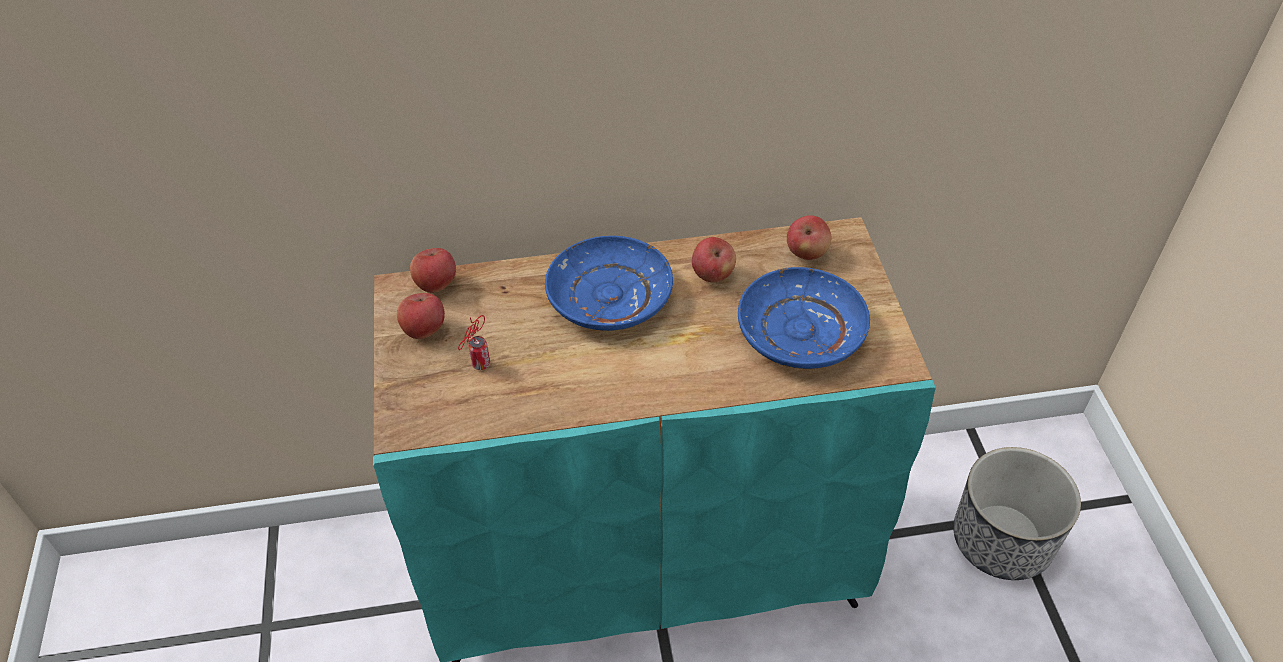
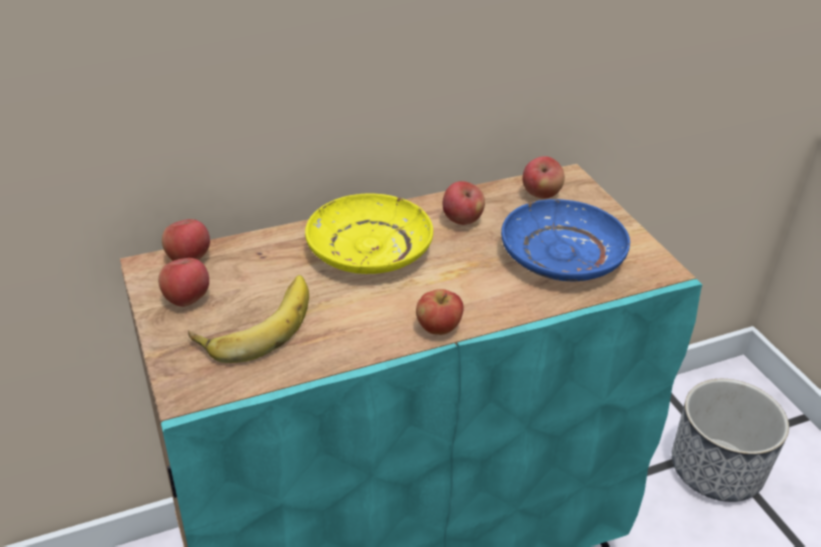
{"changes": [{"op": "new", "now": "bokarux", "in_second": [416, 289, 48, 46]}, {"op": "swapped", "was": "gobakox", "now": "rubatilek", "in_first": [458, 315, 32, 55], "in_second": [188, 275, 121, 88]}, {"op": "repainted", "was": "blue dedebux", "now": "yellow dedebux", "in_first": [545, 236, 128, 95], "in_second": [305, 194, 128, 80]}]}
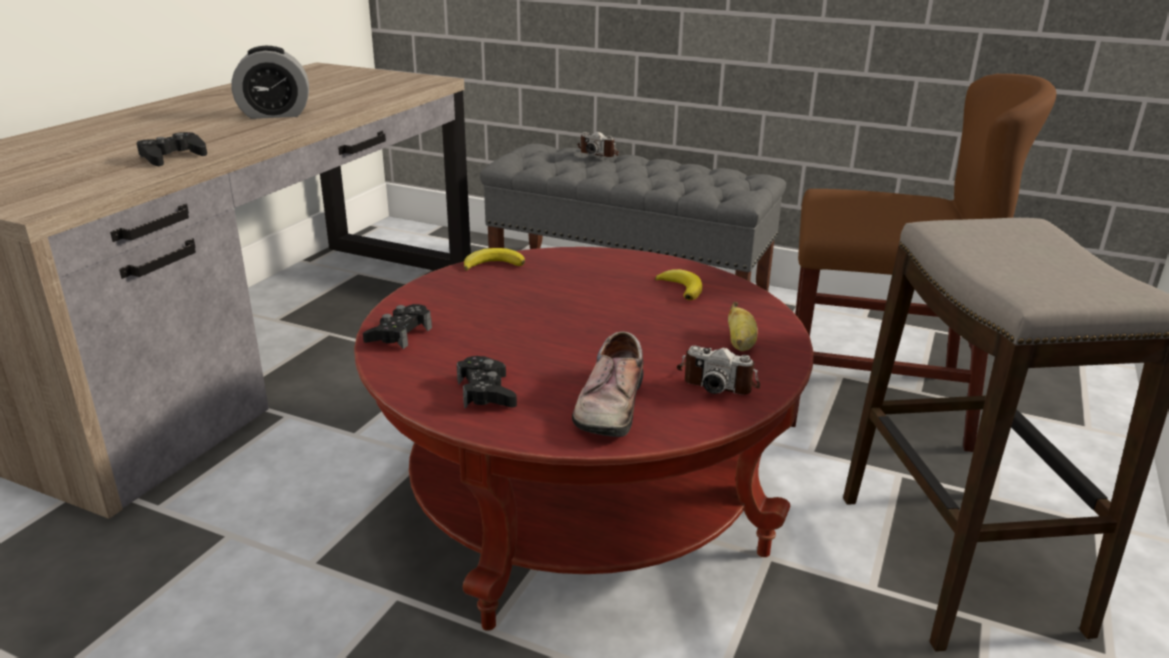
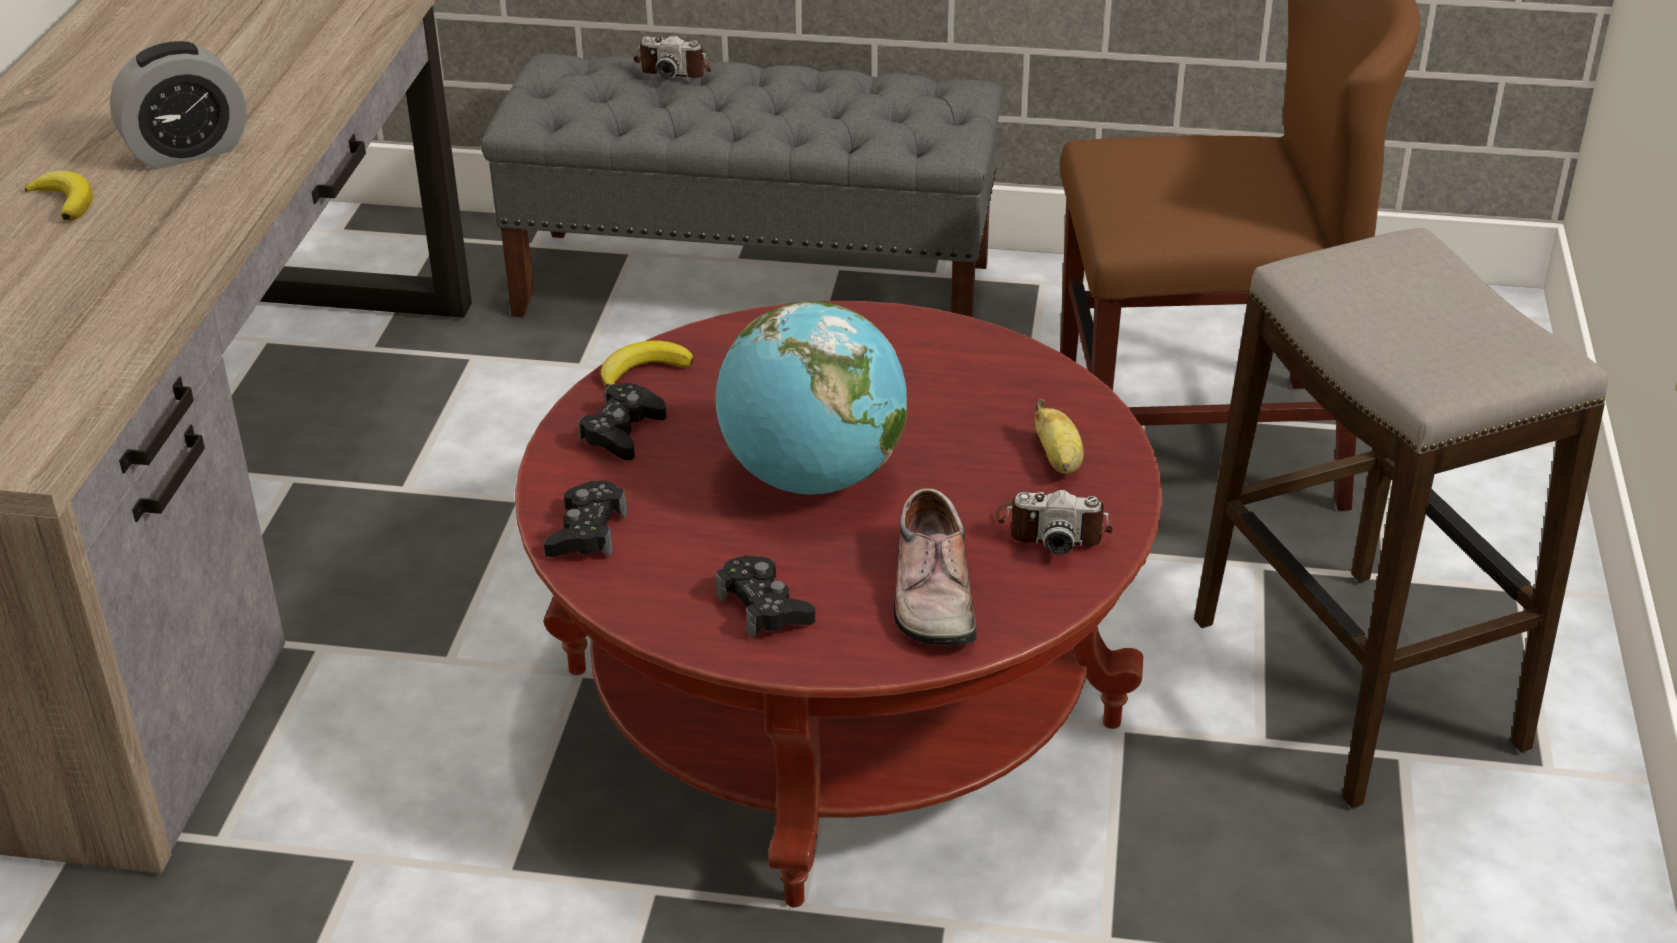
{"changes": [{"op": "new", "now": "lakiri", "in_second": [716, 301, 191, 193]}, {"op": "shifted", "was": "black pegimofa", "in_first": [136, 132, 71, 34], "in_second": [578, 383, 89, 77]}, {"op": "shifted", "was": "rubatilek", "in_first": [655, 269, 47, 31], "in_second": [25, 171, 68, 50]}]}
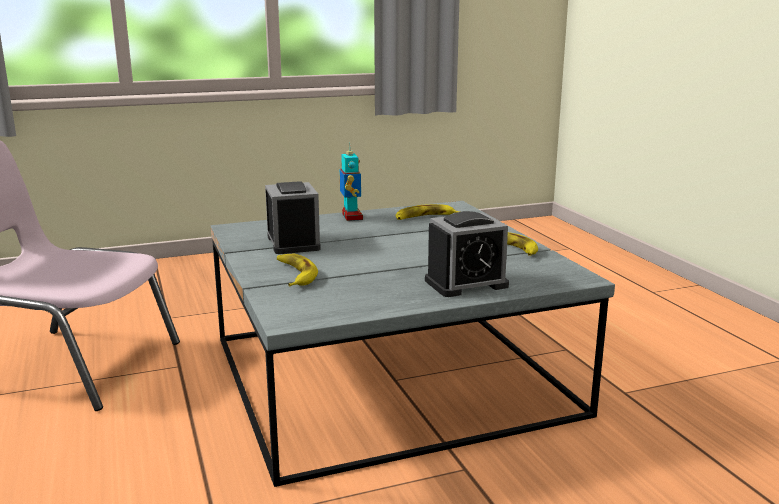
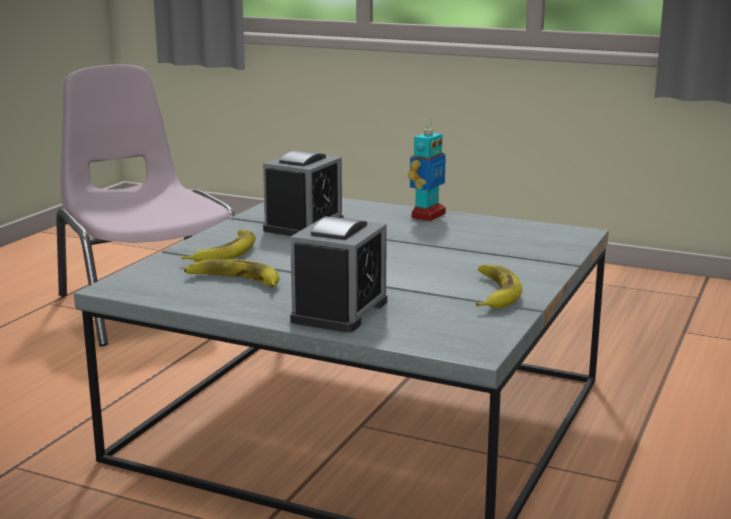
{"changes": [{"op": "shifted", "was": "rubatilek", "in_first": [396, 204, 63, 16], "in_second": [184, 259, 96, 29]}, {"op": "rotated", "was": "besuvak", "in_first": [425, 211, 84, 86], "in_second": [290, 216, 98, 116], "clockwise": -90}]}
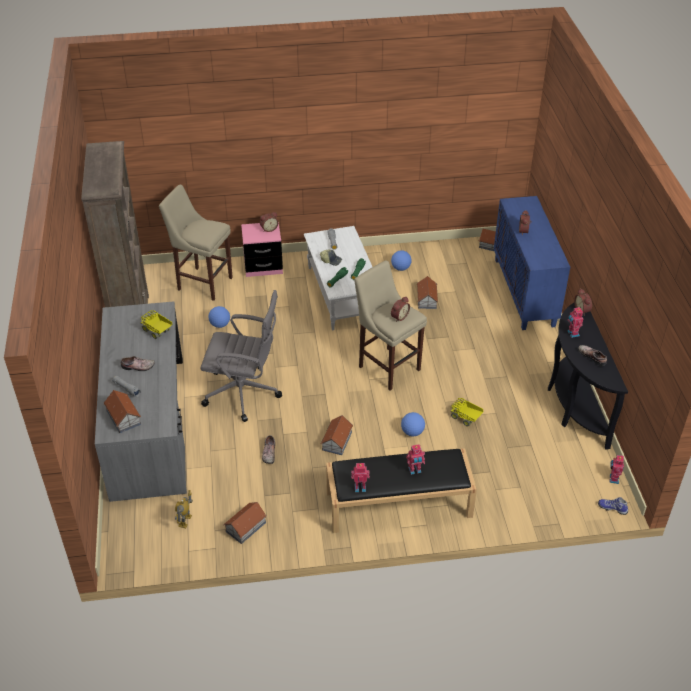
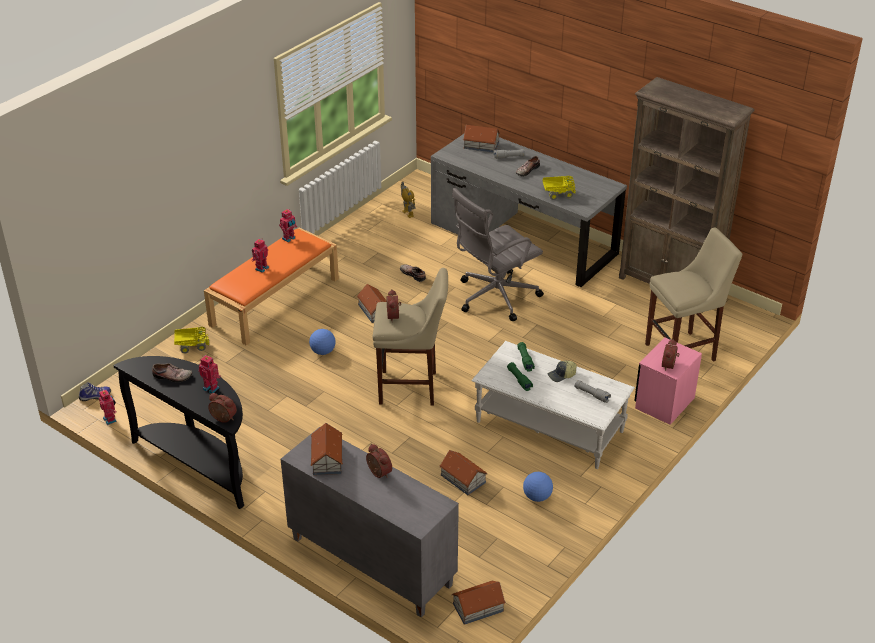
{"changes": [{"op": "gone", "was": "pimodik", "in_first": [208, 306, 22, 22]}, {"op": "shifted", "was": "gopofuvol", "in_first": [223, 502, 44, 42], "in_second": [310, 423, 33, 52]}, {"op": "shifted", "was": "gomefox", "in_first": [450, 398, 33, 29], "in_second": [174, 327, 35, 27]}, {"op": "repainted", "was": "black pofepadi", "now": "orange pofepadi", "in_first": [326, 448, 151, 85], "in_second": [204, 228, 135, 118]}, {"op": "repainted", "was": "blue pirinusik", "now": "grey pirinusik", "in_first": [494, 196, 76, 134], "in_second": [281, 427, 178, 190]}]}
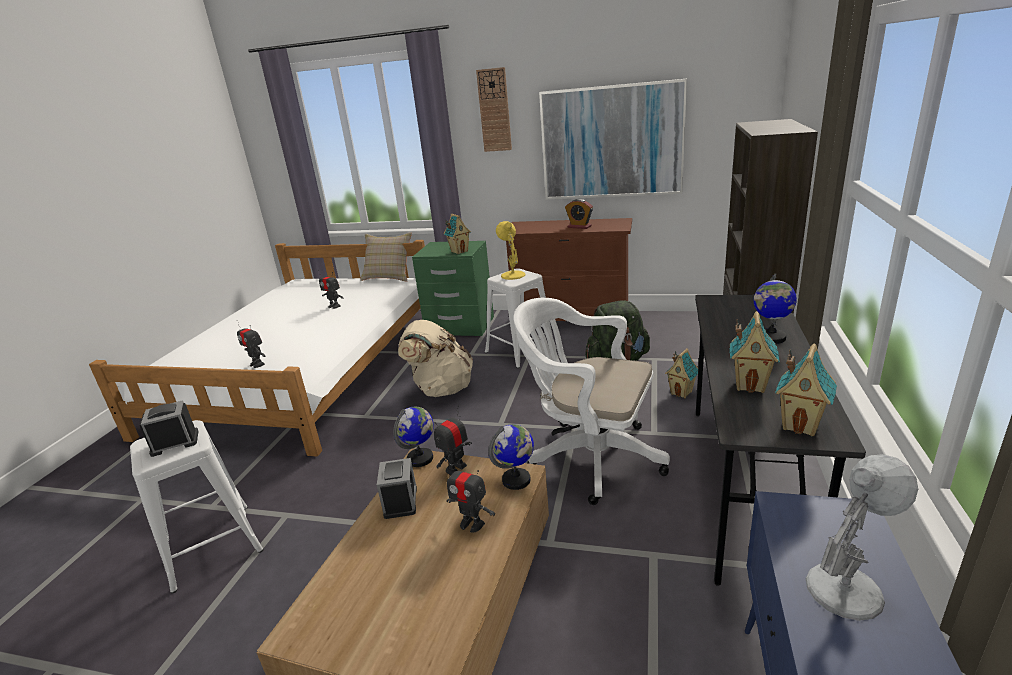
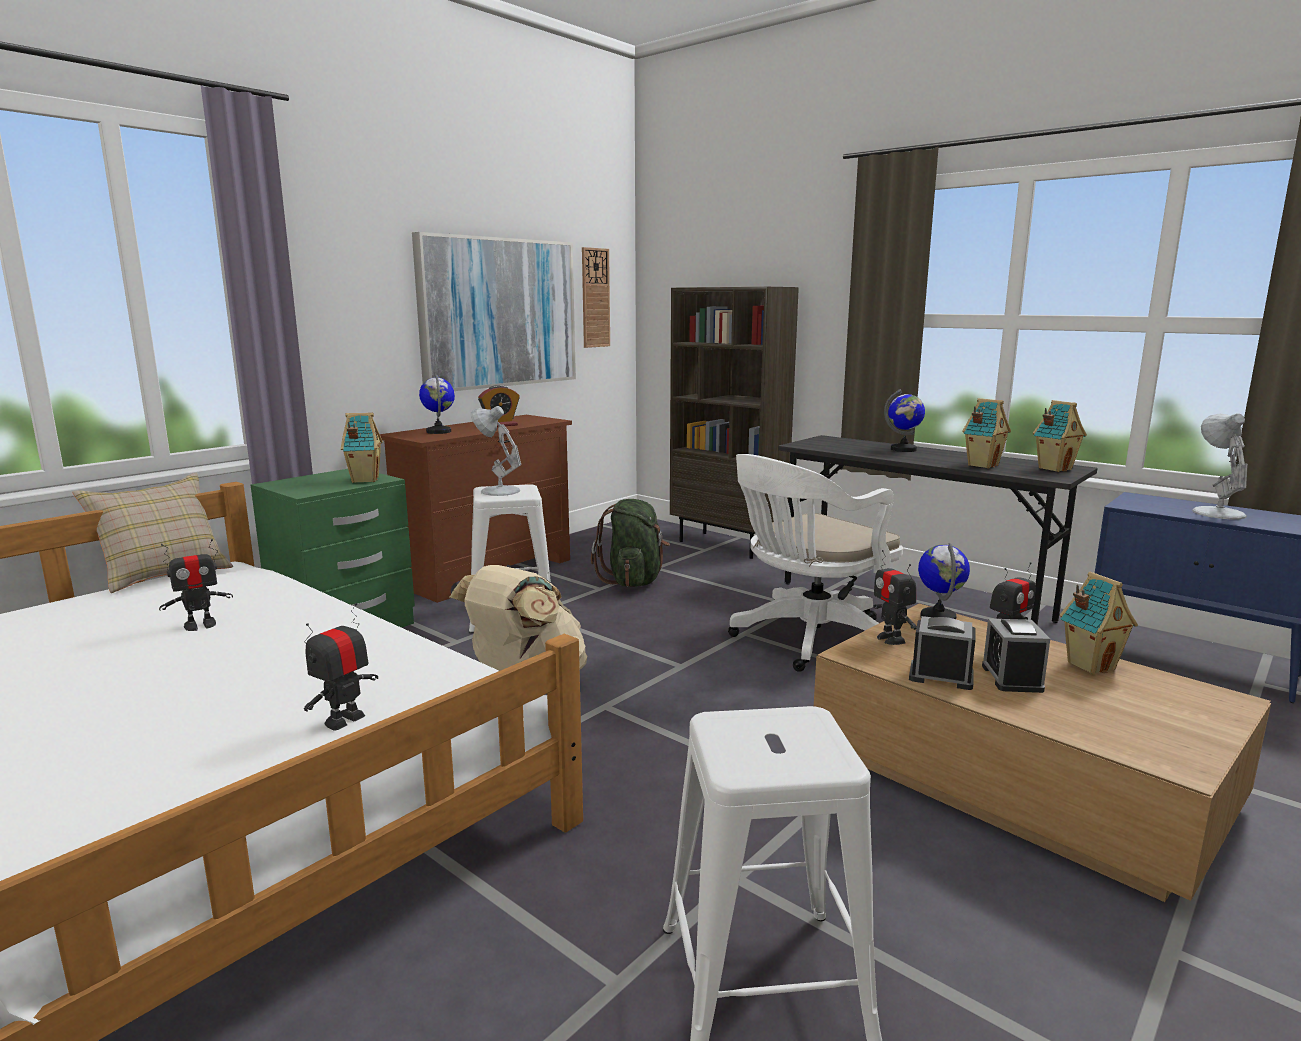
{"changes": [{"op": "shifted", "was": "besuvak", "in_first": [140, 400, 59, 57], "in_second": [982, 618, 68, 75]}, {"op": "shifted", "was": "lakiri", "in_first": [393, 407, 41, 60], "in_second": [419, 374, 36, 60]}, {"op": "shifted", "was": "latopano", "in_first": [476, 67, 36, 85], "in_second": [582, 247, 28, 101]}, {"op": "shifted", "was": "gopofuvol", "in_first": [665, 348, 33, 50], "in_second": [1059, 571, 79, 104]}, {"op": "repainted", "was": "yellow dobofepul", "now": "white dobofepul", "in_first": [496, 221, 29, 59], "in_second": [471, 406, 50, 90]}, {"op": "rotated", "was": "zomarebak", "in_first": [236, 320, 30, 48], "in_second": [304, 603, 74, 128], "clockwise": 150}]}
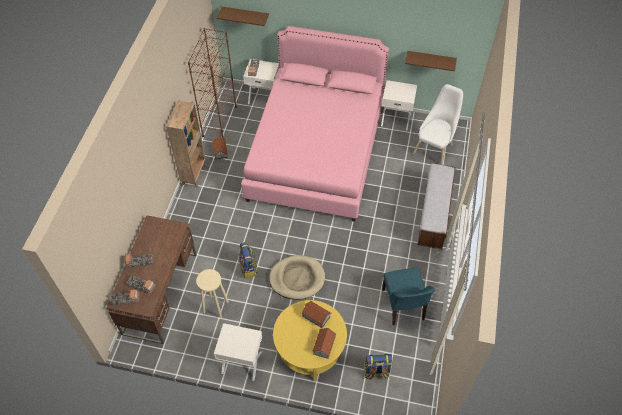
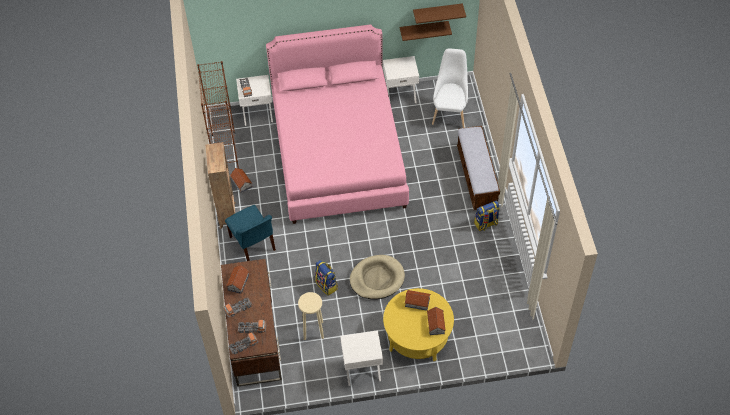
{"changes": [{"op": "new", "now": "gopofuvol", "in_second": [226, 265, 23, 29]}, {"op": "shifted", "was": "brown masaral", "in_first": [217, 7, 52, 19], "in_second": [413, 3, 53, 21]}, {"op": "shifted", "was": "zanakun", "in_first": [364, 354, 28, 26], "in_second": [474, 201, 26, 30]}, {"op": "shifted", "was": "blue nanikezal", "in_first": [382, 268, 53, 57], "in_second": [225, 205, 51, 56]}]}
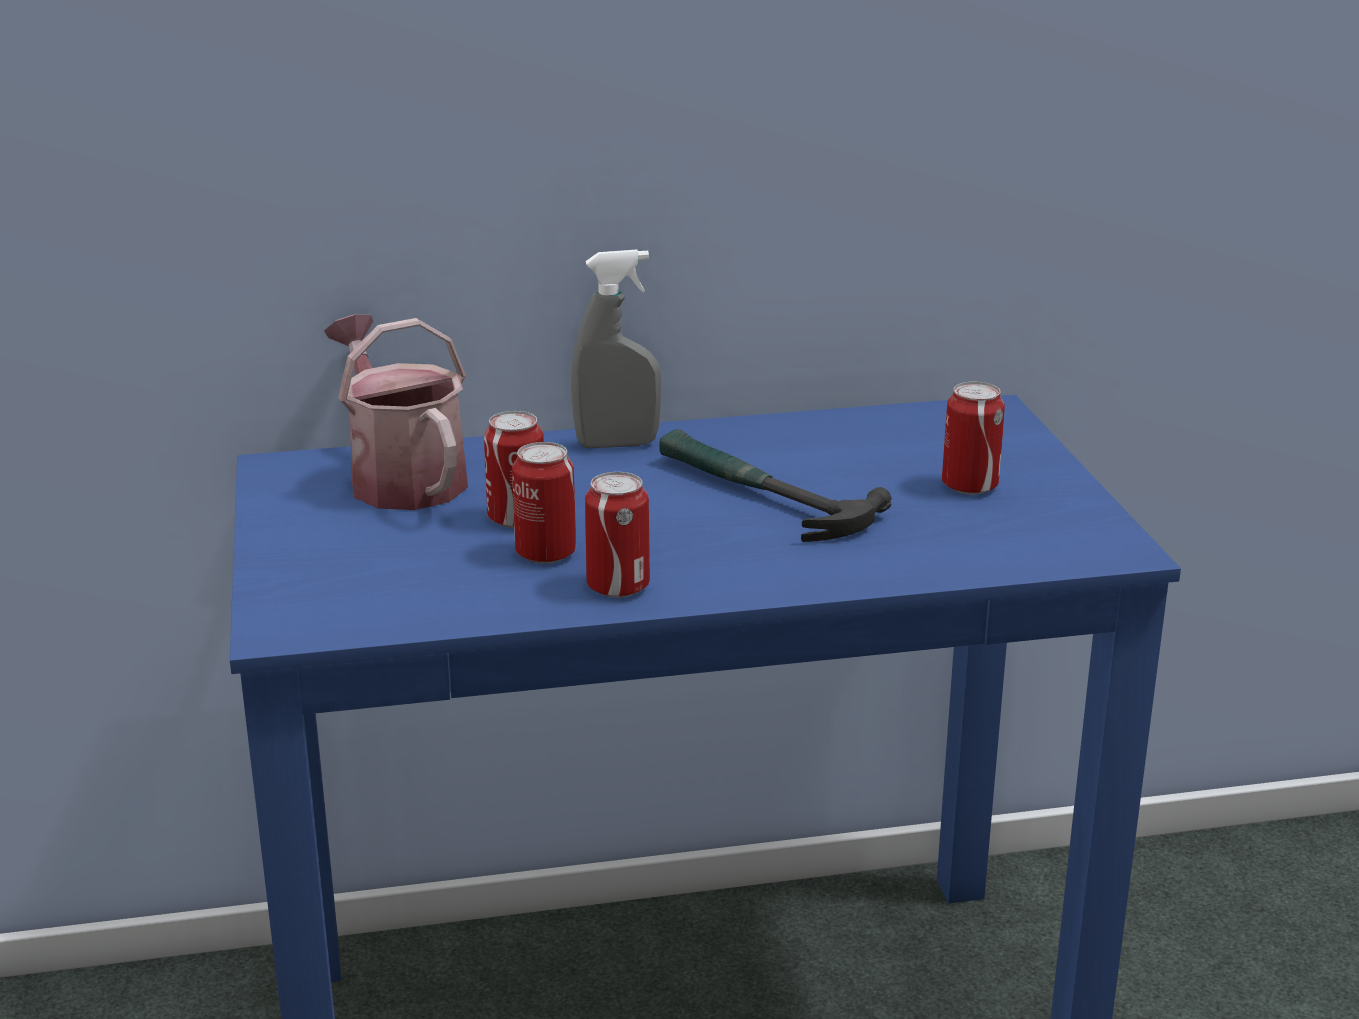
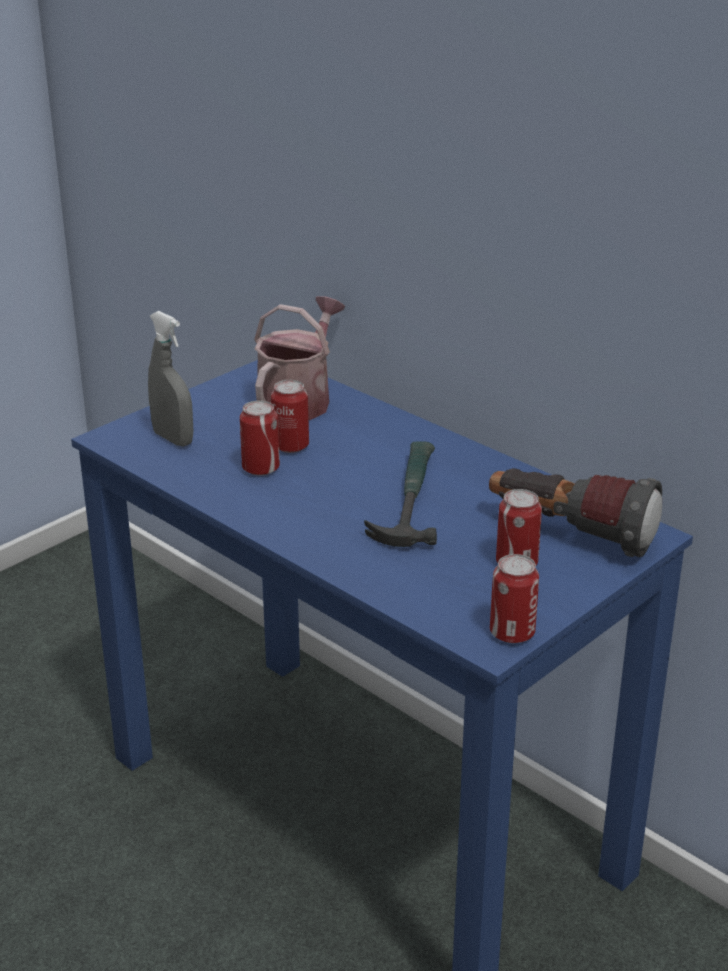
{"changes": [{"op": "new", "now": "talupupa", "in_second": [489, 468, 173, 89]}, {"op": "shifted", "was": "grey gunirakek", "in_first": [571, 250, 91, 198], "in_second": [148, 311, 45, 136]}, {"op": "shifted", "was": "gobakox", "in_first": [585, 472, 65, 126], "in_second": [490, 554, 49, 89]}]}
